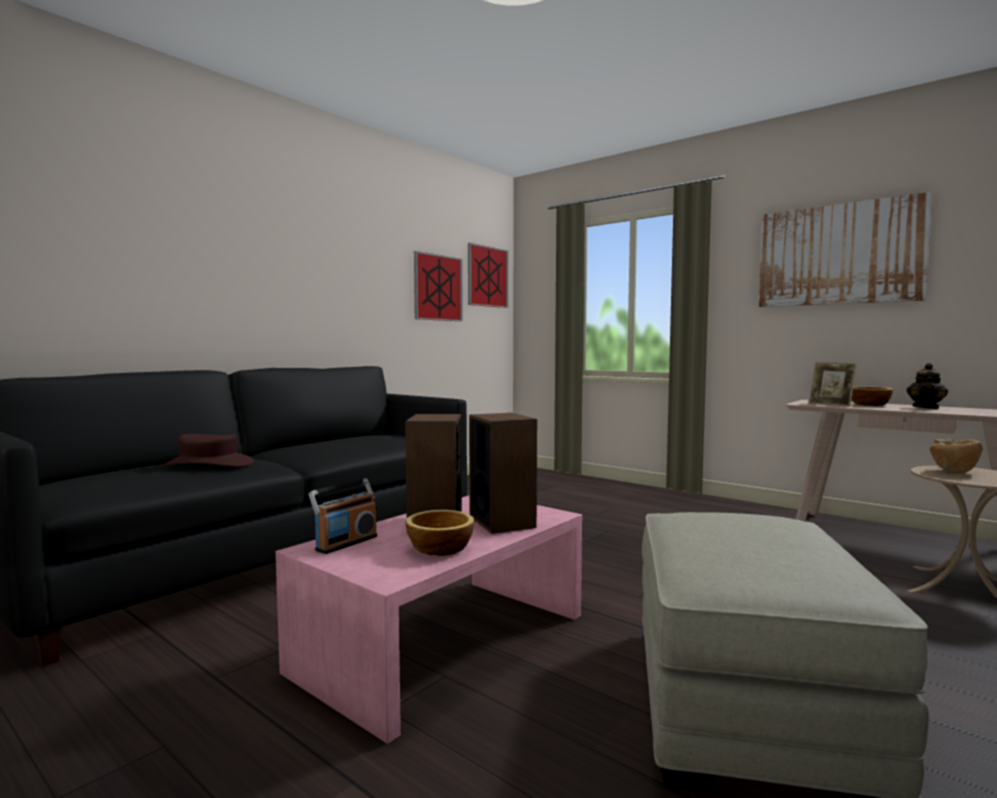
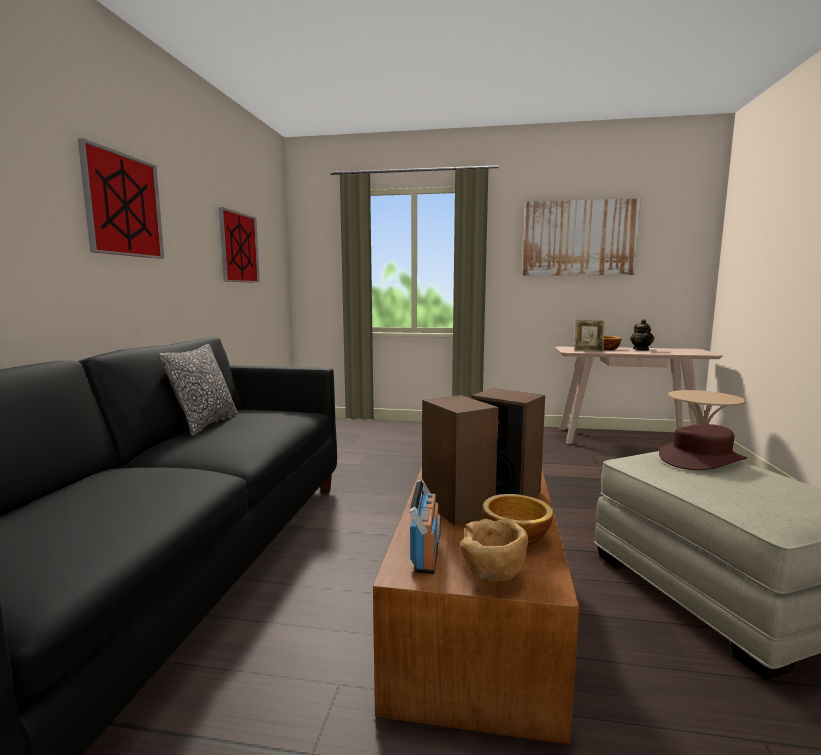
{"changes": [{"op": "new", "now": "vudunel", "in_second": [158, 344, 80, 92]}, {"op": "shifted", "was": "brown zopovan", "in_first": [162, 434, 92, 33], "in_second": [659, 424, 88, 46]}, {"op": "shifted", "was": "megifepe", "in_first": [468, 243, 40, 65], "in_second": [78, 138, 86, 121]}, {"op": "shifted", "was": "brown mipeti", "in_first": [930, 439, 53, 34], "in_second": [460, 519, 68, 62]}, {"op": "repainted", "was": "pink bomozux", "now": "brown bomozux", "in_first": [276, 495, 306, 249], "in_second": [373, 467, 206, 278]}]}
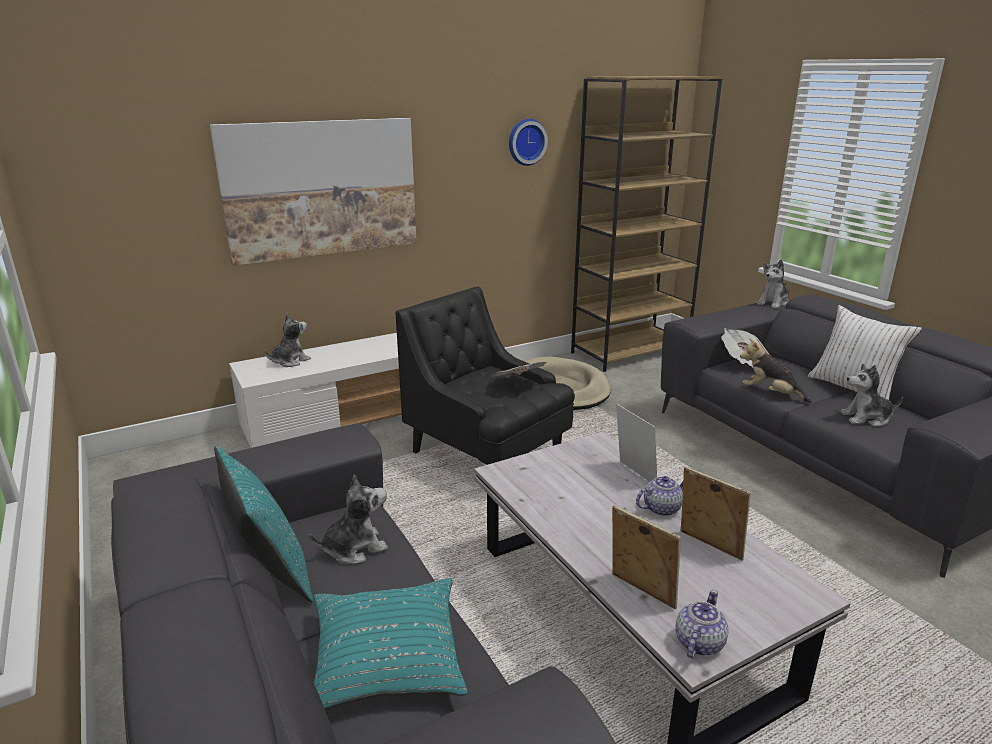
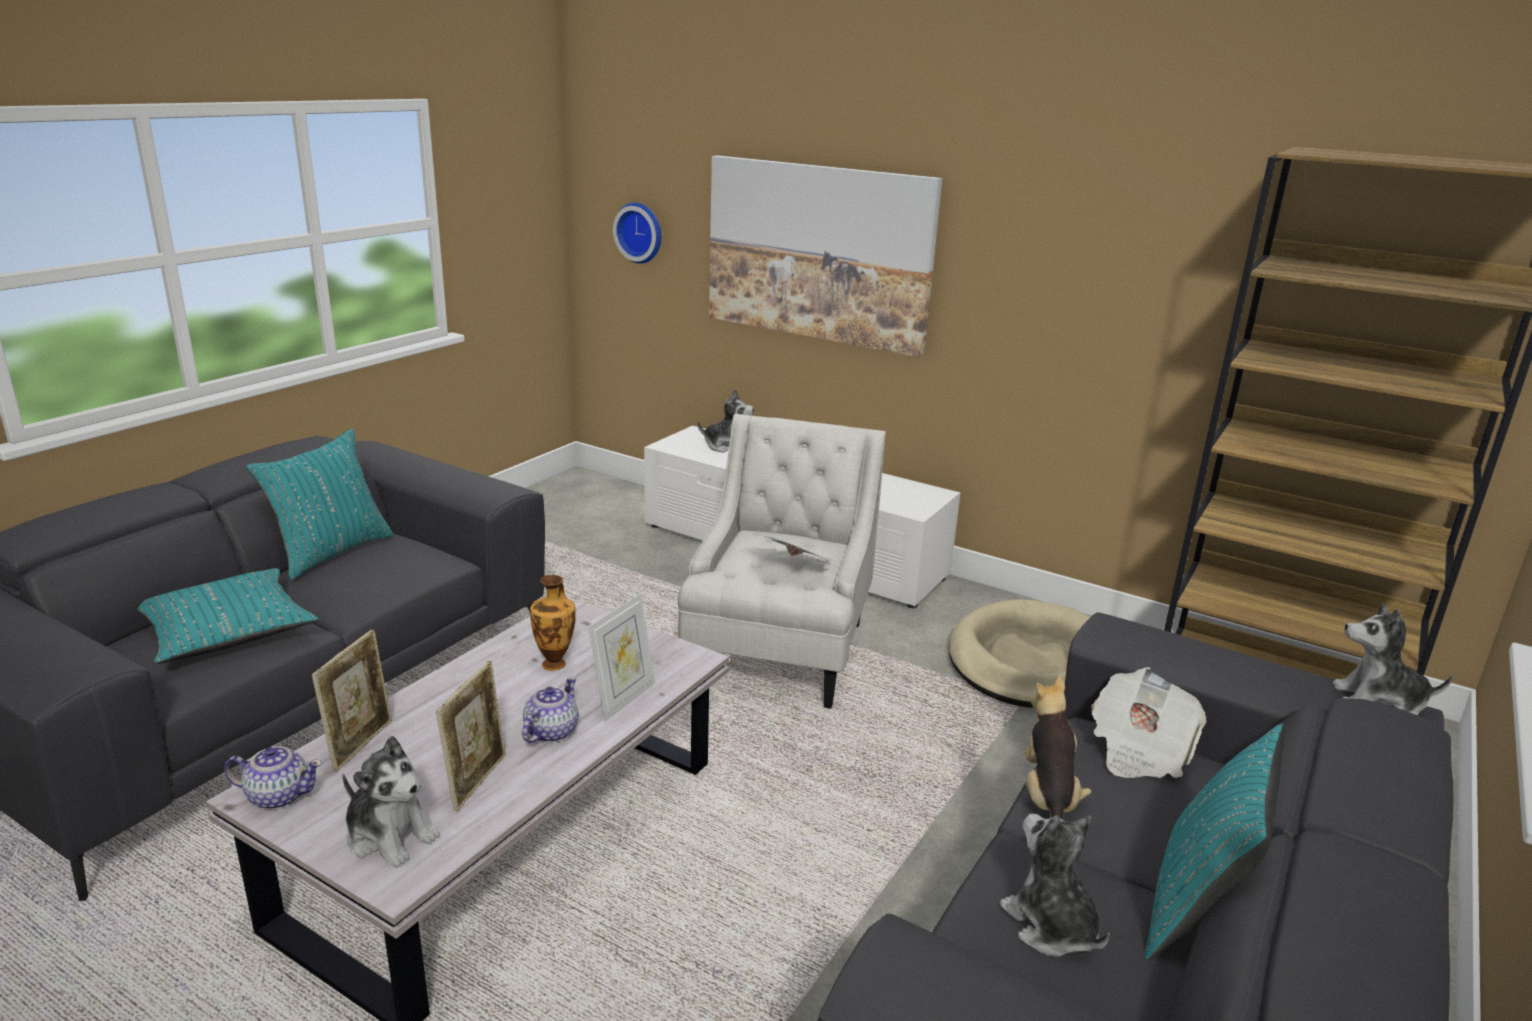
{"changes": [{"op": "new", "now": "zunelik", "in_second": [530, 575, 46, 96]}, {"op": "shifted", "was": "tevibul", "in_first": [309, 474, 79, 90], "in_second": [342, 736, 98, 132]}, {"op": "shifted", "was": "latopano", "in_first": [509, 119, 39, 47], "in_second": [613, 202, 48, 62]}, {"op": "repainted", "was": "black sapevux", "now": "white sapevux", "in_first": [395, 286, 180, 179], "in_second": [678, 414, 208, 295]}, {"op": "repainted", "was": "white vudunel", "now": "turquoise vudunel", "in_first": [808, 305, 114, 95], "in_second": [1145, 723, 140, 237]}, {"op": "rotated", "was": "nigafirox", "in_first": [636, 476, 47, 40], "in_second": [522, 677, 56, 66], "clockwise": -105}]}
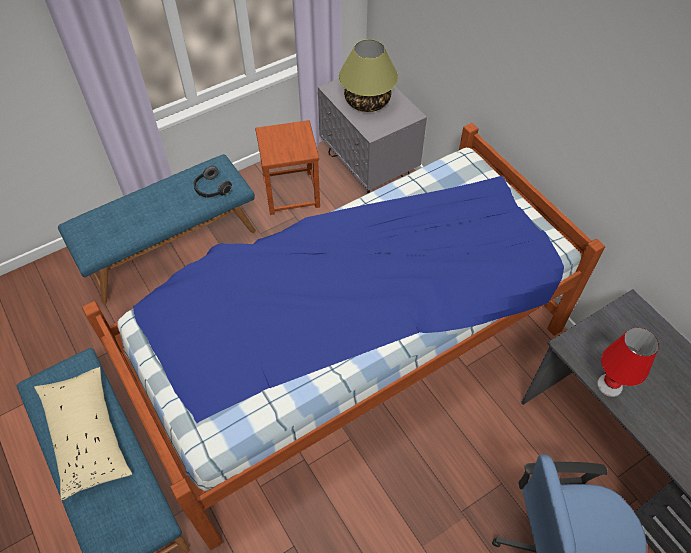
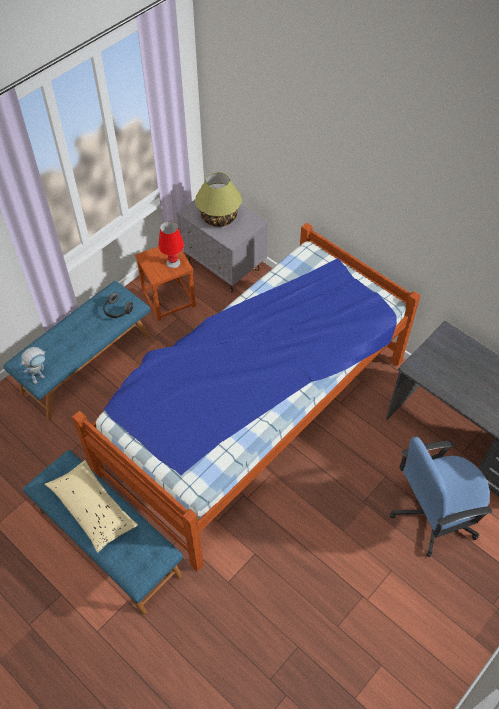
{"changes": [{"op": "new", "now": "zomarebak", "in_second": [20, 347, 26, 37]}, {"op": "shifted", "was": "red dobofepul", "in_first": [597, 327, 62, 70], "in_second": [158, 221, 26, 47]}]}
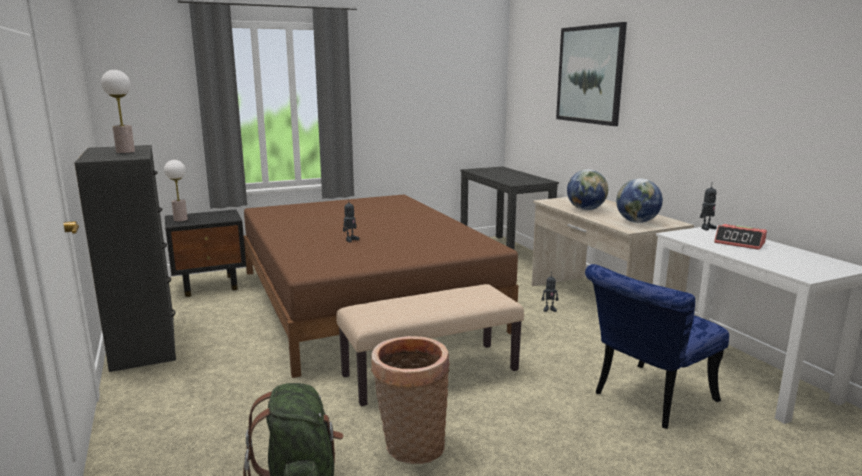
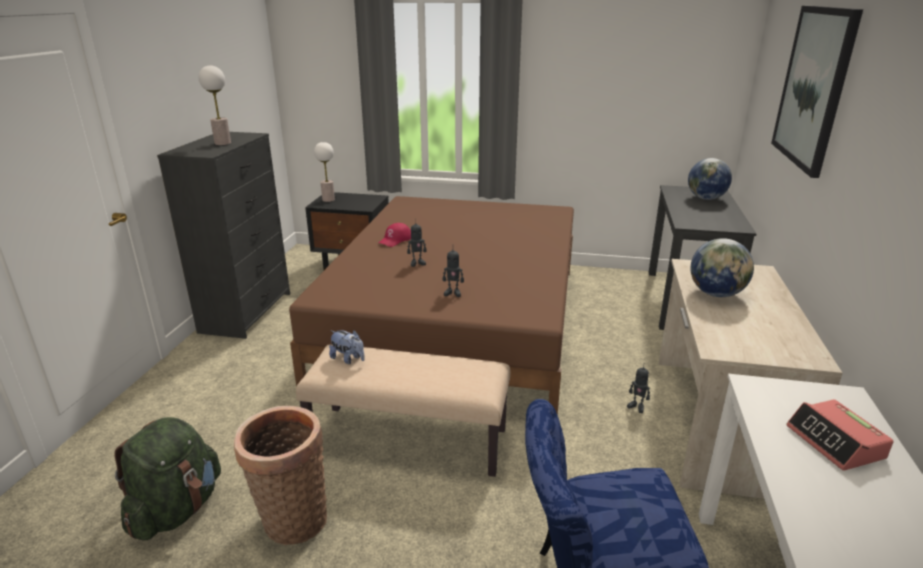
{"changes": [{"op": "new", "now": "tevibul", "in_second": [329, 330, 36, 34]}, {"op": "new", "now": "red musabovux", "in_second": [379, 223, 32, 24]}, {"op": "shifted", "was": "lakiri", "in_first": [616, 178, 47, 45], "in_second": [688, 158, 44, 42]}, {"op": "shifted", "was": "zomarebak", "in_first": [700, 186, 17, 44], "in_second": [442, 249, 22, 48]}]}
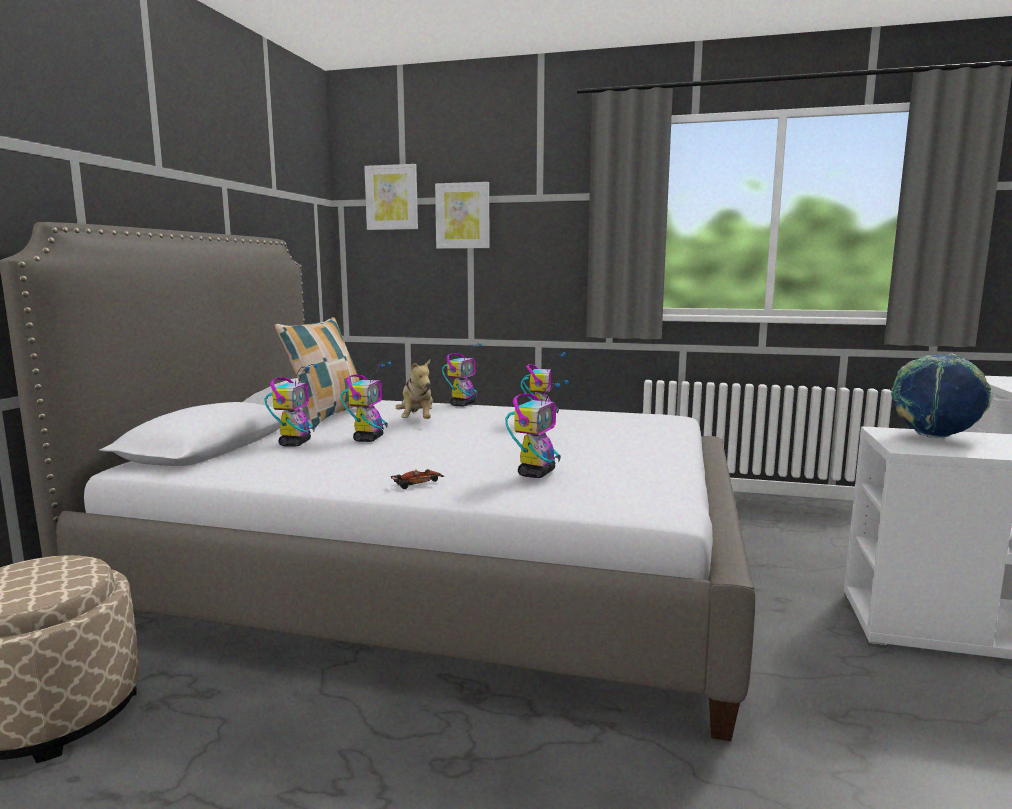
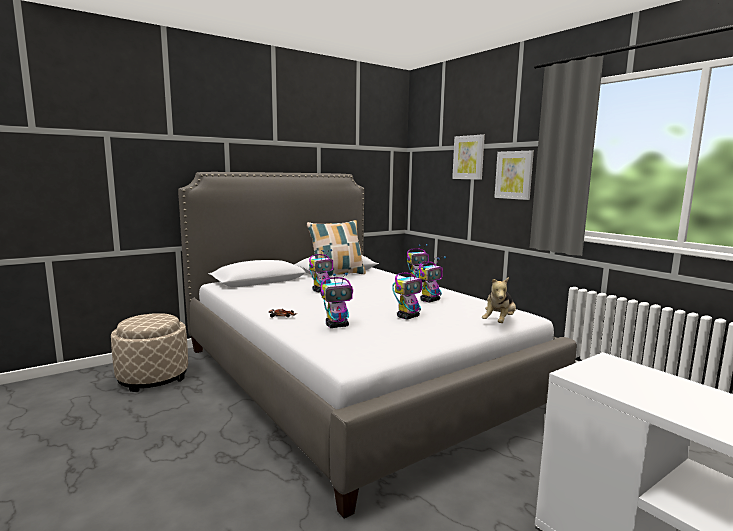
{"changes": [{"op": "gone", "was": "lakiri", "in_first": [891, 354, 101, 84]}, {"op": "shifted", "was": "zomarebak", "in_first": [265, 364, 53, 83], "in_second": [392, 267, 34, 52]}, {"op": "shifted", "was": "megifepe", "in_first": [364, 164, 54, 66], "in_second": [494, 151, 40, 49]}, {"op": "shifted", "was": "tevibul", "in_first": [395, 360, 38, 59], "in_second": [482, 277, 34, 46]}]}
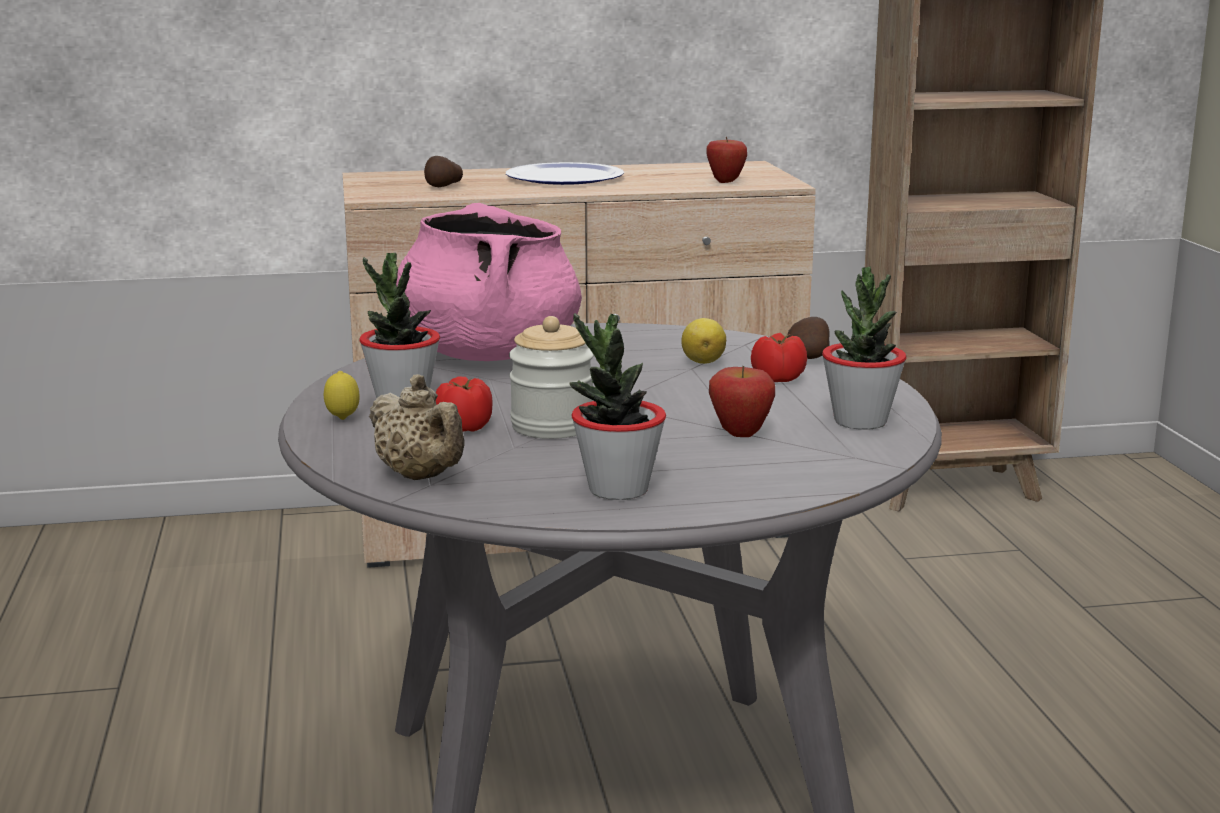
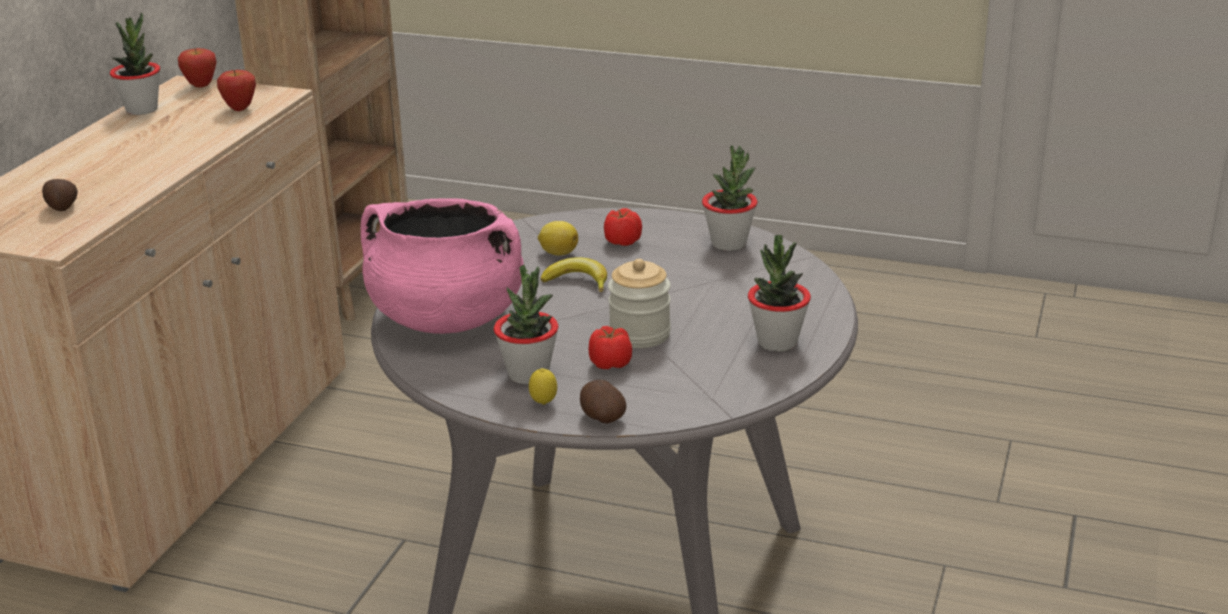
{"changes": [{"op": "gone", "was": "beige nigafirox", "in_first": [369, 374, 96, 106]}, {"op": "gone", "was": "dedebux", "in_first": [506, 162, 118, 23]}, {"op": "new", "now": "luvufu", "in_second": [110, 12, 50, 103]}, {"op": "new", "now": "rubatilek", "in_second": [540, 257, 67, 36]}, {"op": "shifted", "was": "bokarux", "in_first": [709, 366, 66, 71], "in_second": [178, 48, 39, 39]}, {"op": "shifted", "was": "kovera", "in_first": [787, 317, 43, 42], "in_second": [580, 380, 46, 44]}]}
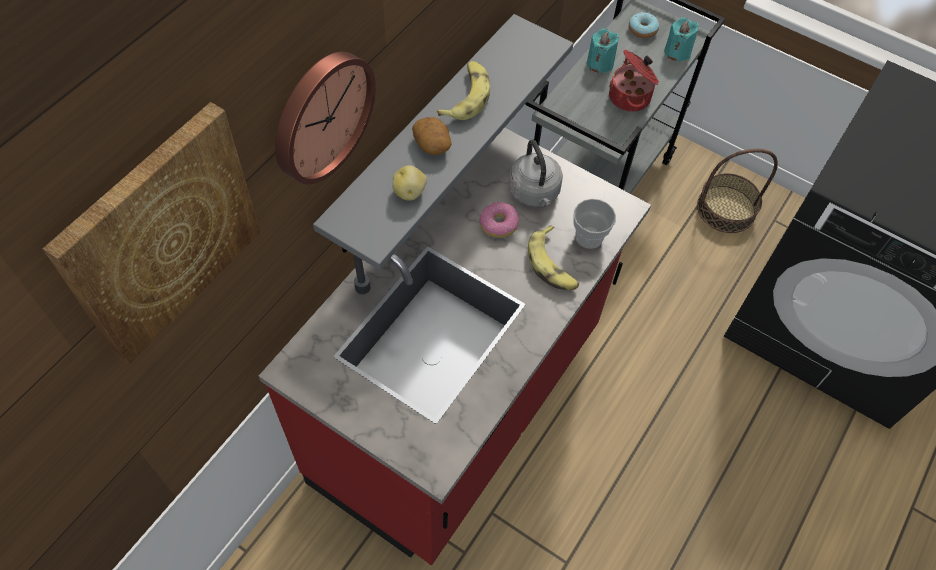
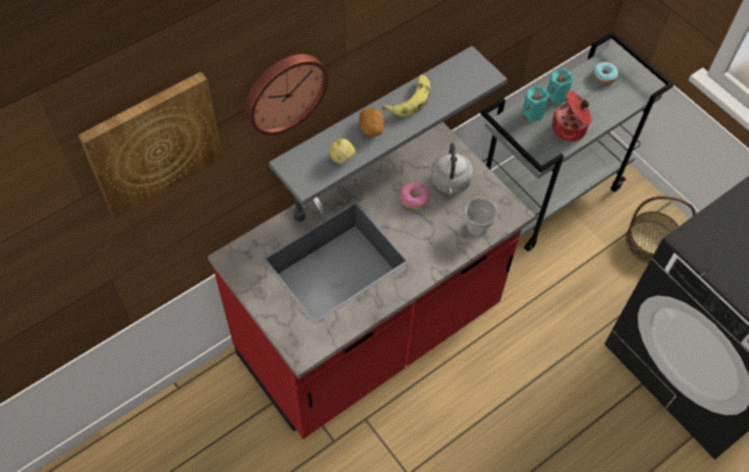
{"changes": [{"op": "gone", "was": "rubatilek", "in_first": [528, 225, 51, 65]}, {"op": "shifted", "was": "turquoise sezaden", "in_first": [664, 17, 35, 44], "in_second": [522, 86, 27, 35]}]}
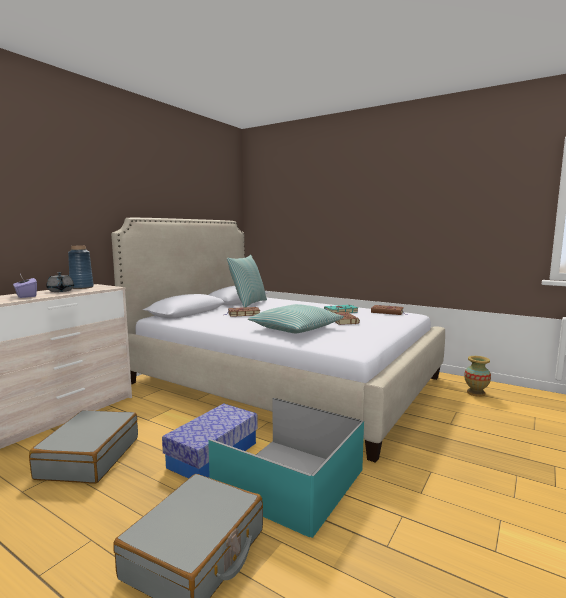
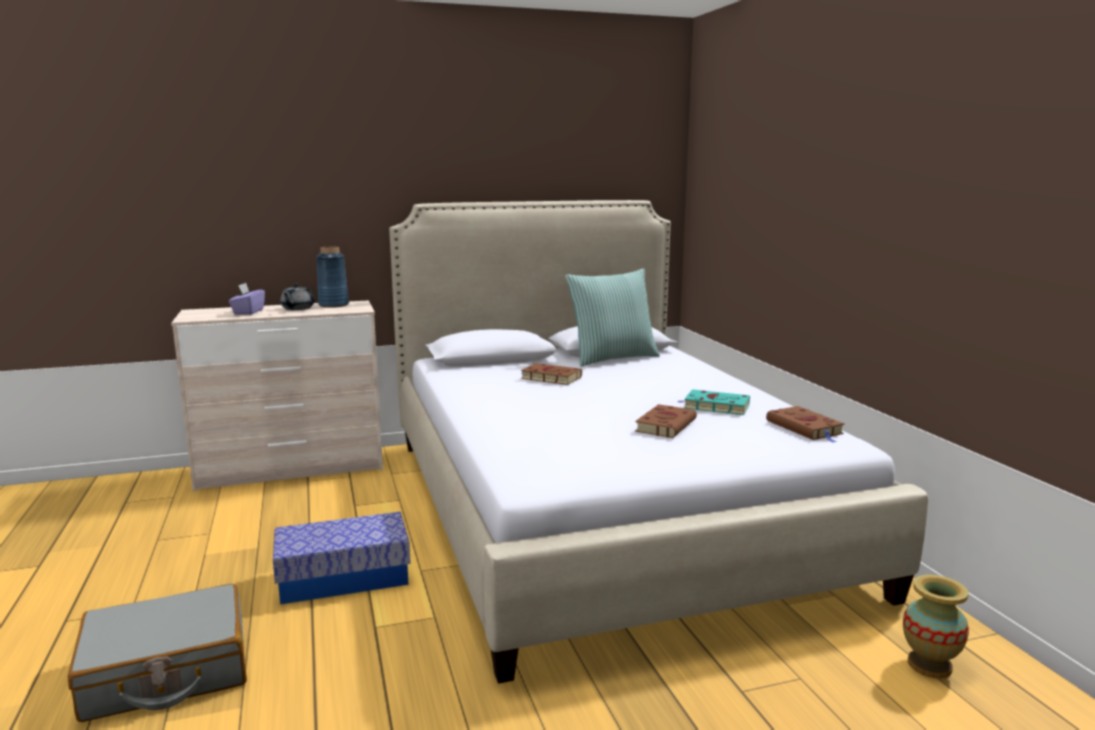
{"changes": [{"op": "gone", "was": "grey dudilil", "in_first": [29, 410, 109, 74]}, {"op": "gone", "was": "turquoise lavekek", "in_first": [208, 398, 156, 140]}, {"op": "gone", "was": "vudunel", "in_first": [248, 304, 96, 29]}]}
